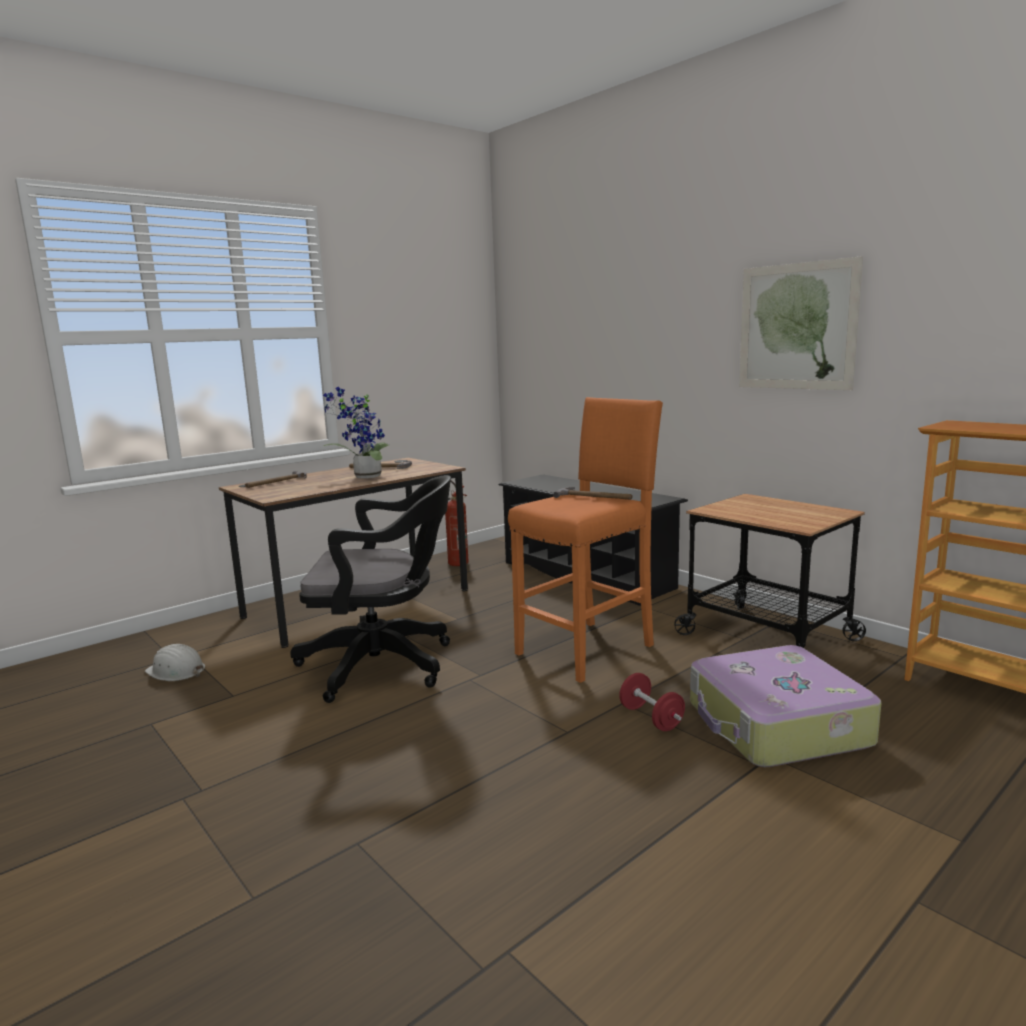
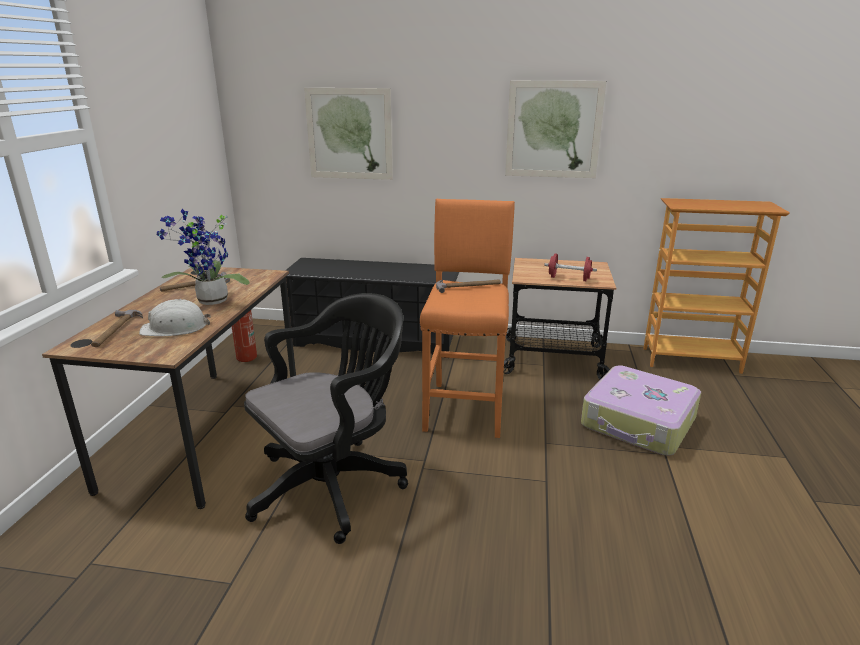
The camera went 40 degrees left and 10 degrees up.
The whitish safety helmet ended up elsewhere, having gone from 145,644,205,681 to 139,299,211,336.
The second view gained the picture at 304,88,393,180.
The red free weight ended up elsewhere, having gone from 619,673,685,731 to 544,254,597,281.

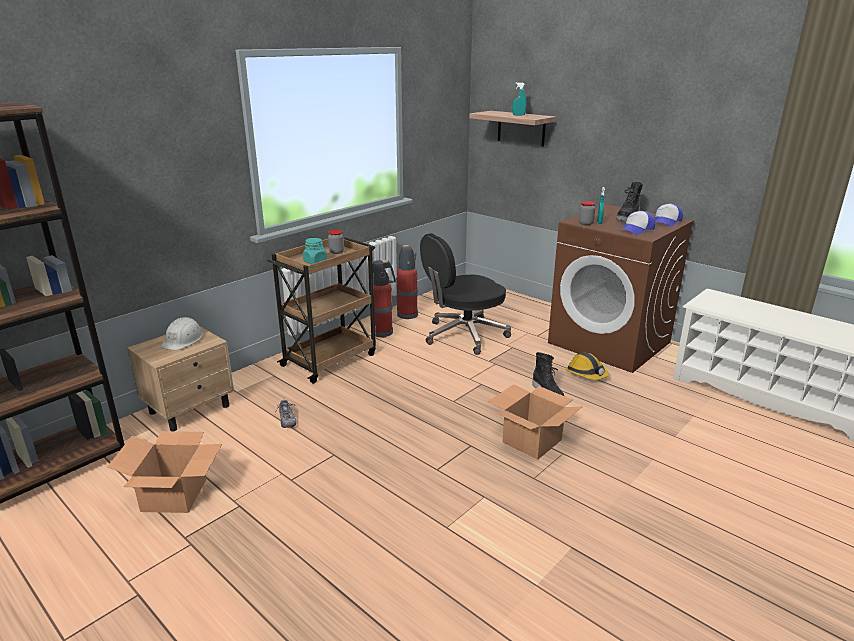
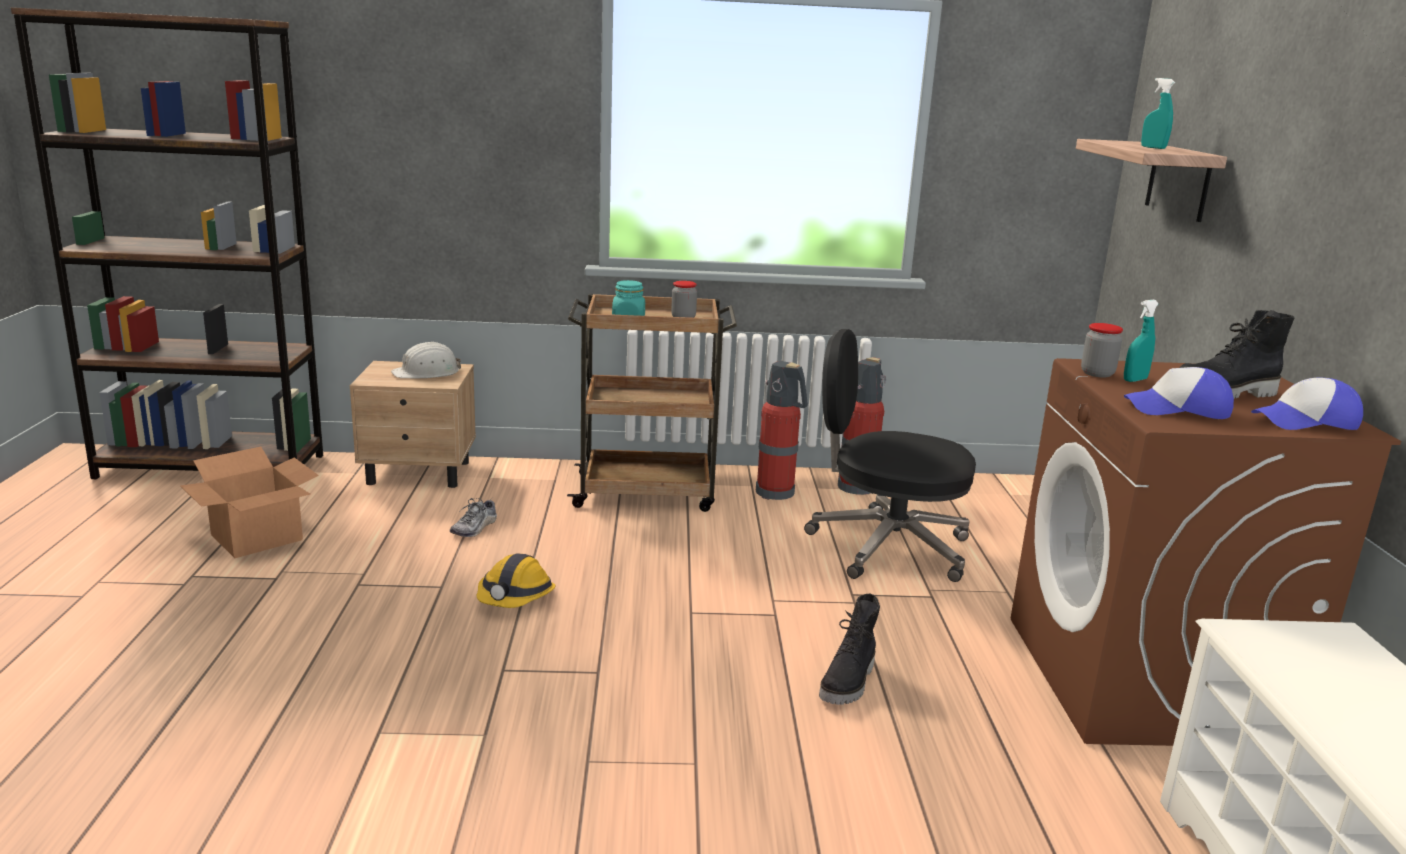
The camera went 45 degrees right and 5 degrees down.
The safety helmet ended up elsewhere, having gone from 566,353,609,380 to 476,553,556,608.
The second view lost the packing box at 489,384,583,460.

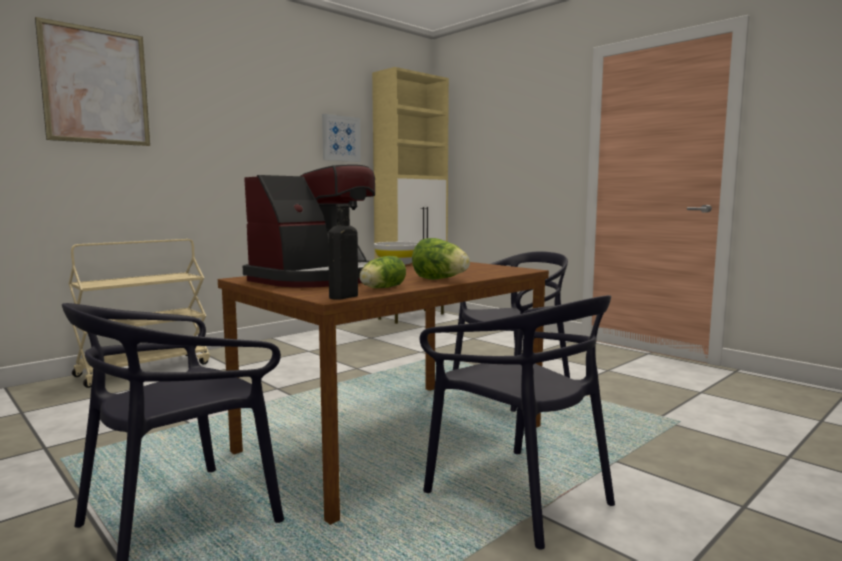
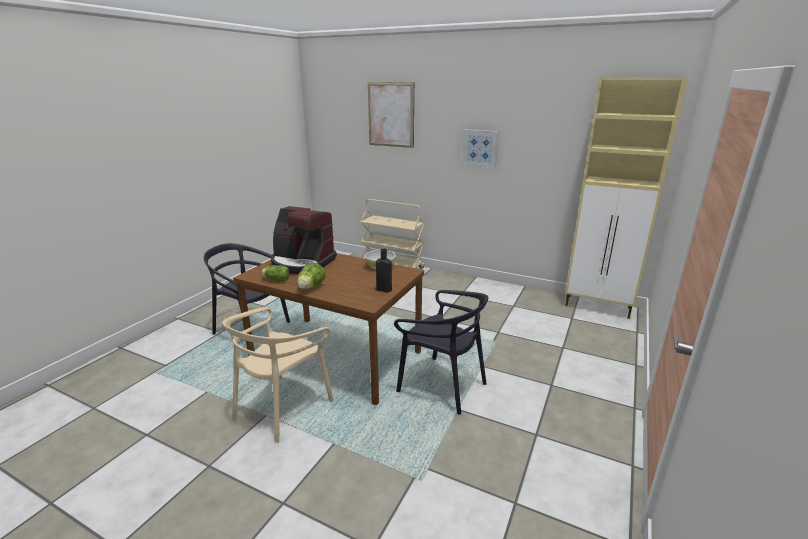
The camera went 70 degrees right and 15 degrees up.
What was the blackish upright chair at 420,295,615,550 turned into the beige upright chair at 222,307,334,443.
The blackish bottle ended up elsewhere, having gone from 328,205,358,299 to 376,249,392,292.
The picture ended up elsewhere, having gone from 322,114,361,162 to 462,130,499,168.

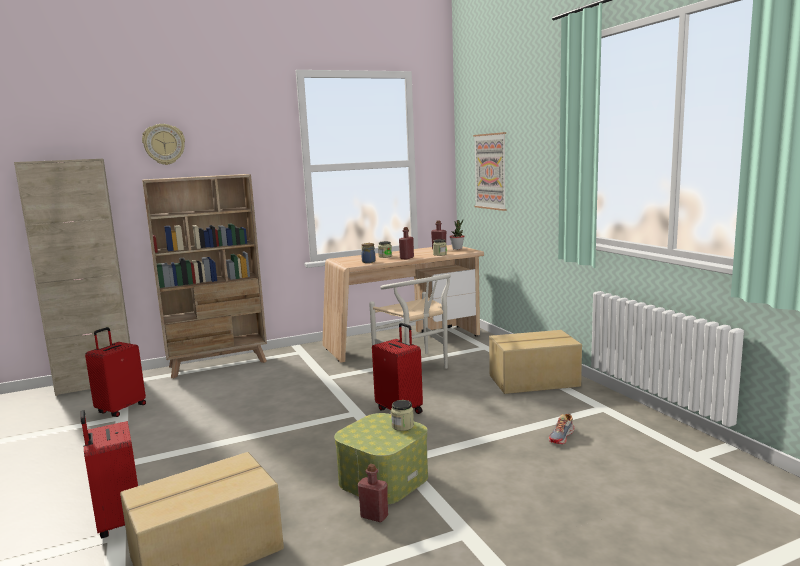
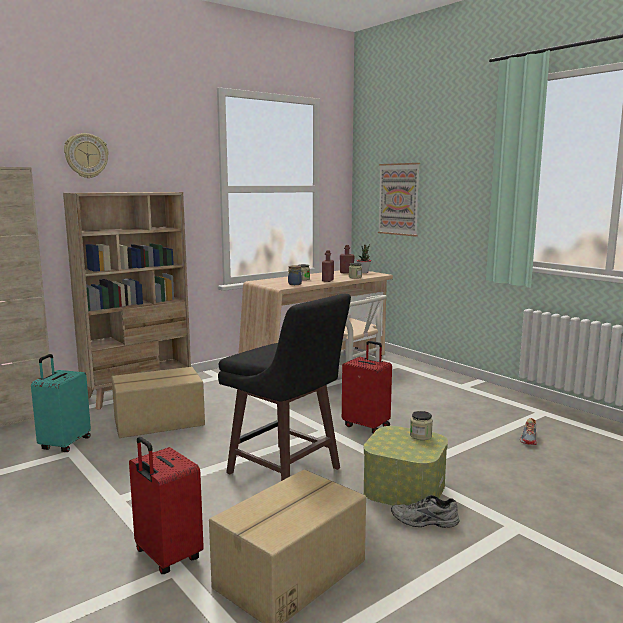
The camera went 15 degrees left and 0 degrees up.
What was the red travel case at 85,327,146,417 turned into the turquoise-coloured travel case at 31,354,91,452.
The packing box ended up elsewhere, having gone from 489,330,582,394 to 112,367,205,438.
The second view gained the blackish sitting stool at 218,294,351,481.
Where the red bottle stood at 358,464,388,522, the gray item of footwear came to stand at 391,495,460,528.

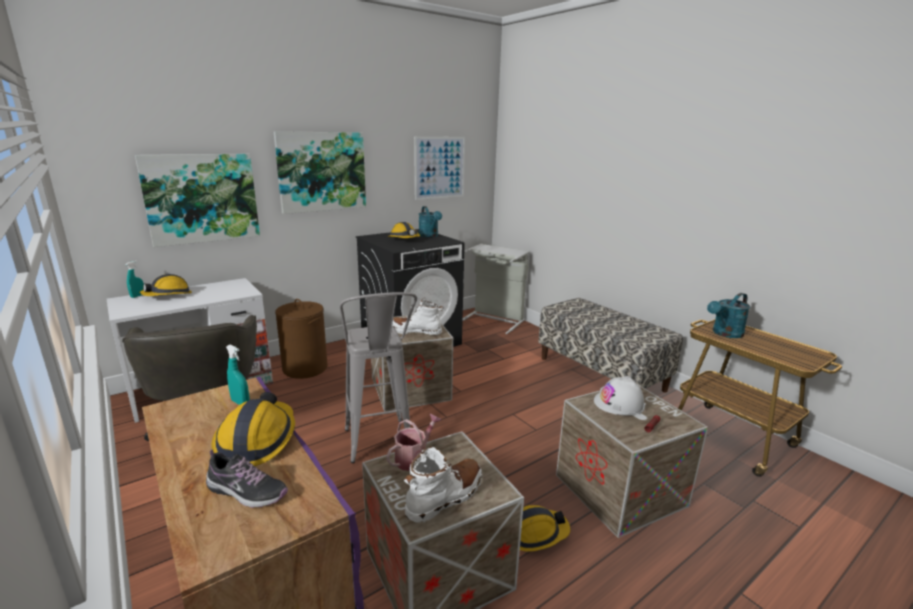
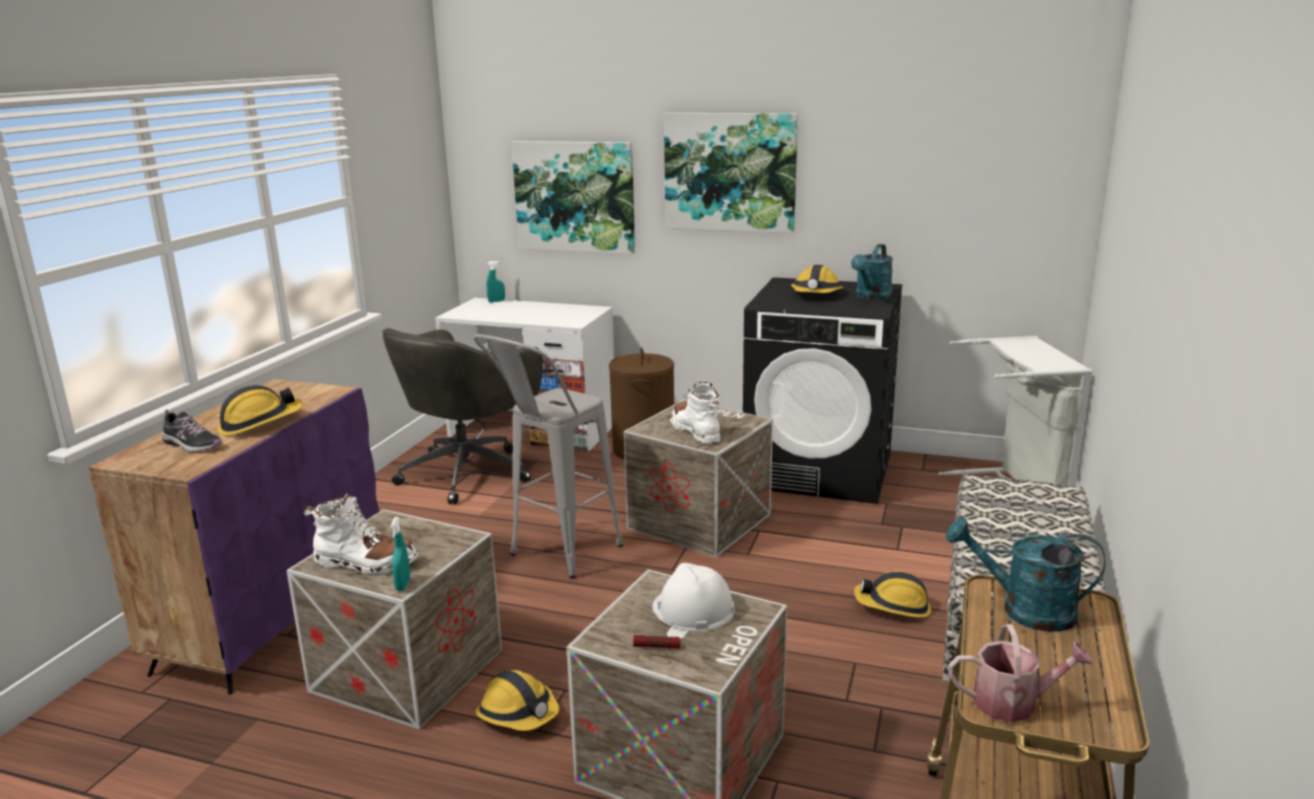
The camera went 55 degrees right and 0 degrees up.
The item of footwear at 206,449,288,508 ended up facing another way, 45 degrees counterclockwise from before.
The turquoise-coloured hand sprayer ended up elsewhere, having gone from 226,345,250,405 to 390,517,410,591.
The safety helmet ended up elsewhere, having gone from 139,274,192,296 to 854,571,931,618.
The watering can ended up elsewhere, having gone from 386,413,441,471 to 948,624,1093,722.
The second view lost the picture at 414,137,465,200.

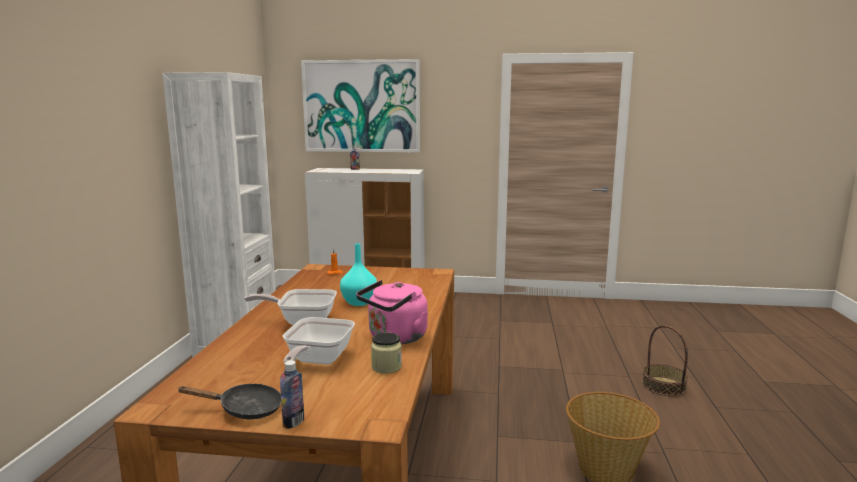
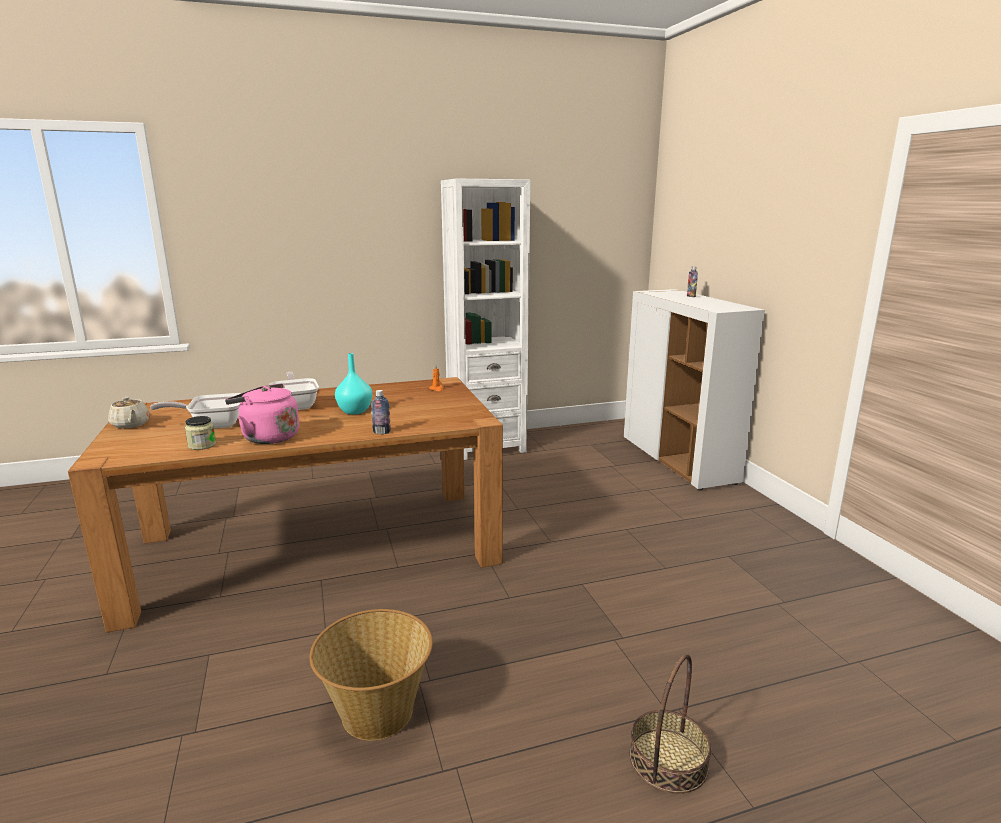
The camera went 65 degrees right and 5 degrees up.
Where the blackish skillet stood at 177,384,281,419, the beige teapot came to stand at 108,397,150,429.
The bottle ended up elsewhere, having gone from 280,360,304,429 to 371,390,391,434.
The second view lost the picture at 301,59,420,152.

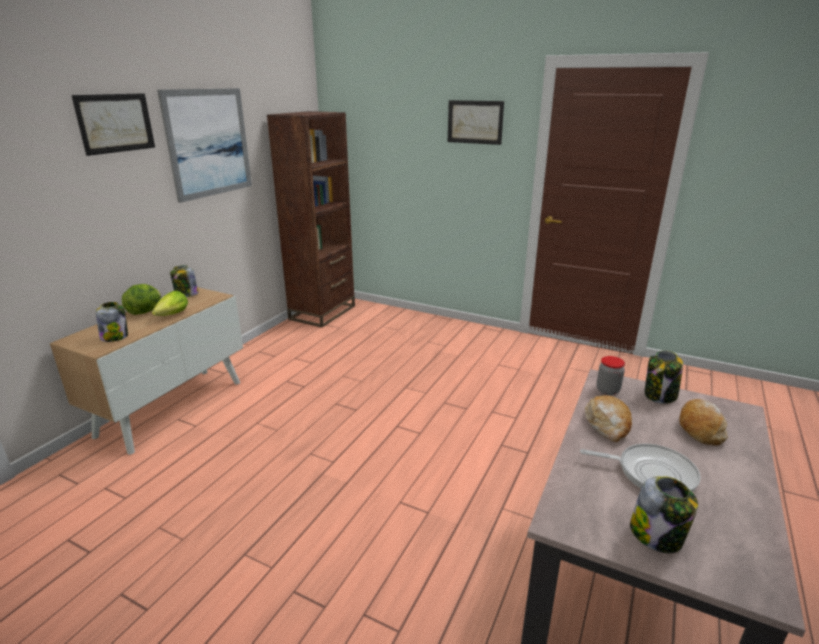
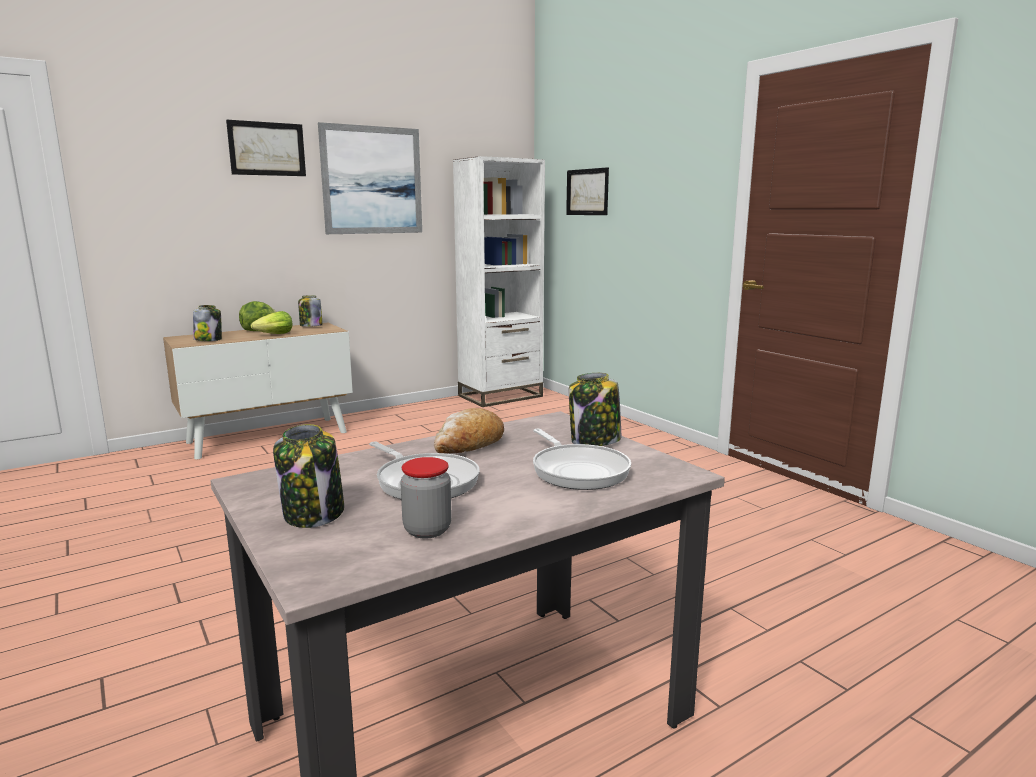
The camera went 30 degrees right and 10 degrees down.
The jar ended up elsewhere, having gone from 596,356,625,395 to 401,457,452,539.
What was the brownish shelving unit at 267,111,355,327 turned into the whitish shelving unit at 453,156,545,407.
Where the baked bread stood at 679,399,728,446, the skillet came to stand at 533,429,631,490.
The picture ended up elsewhere, having gone from 448,100,504,145 to 566,167,609,215.

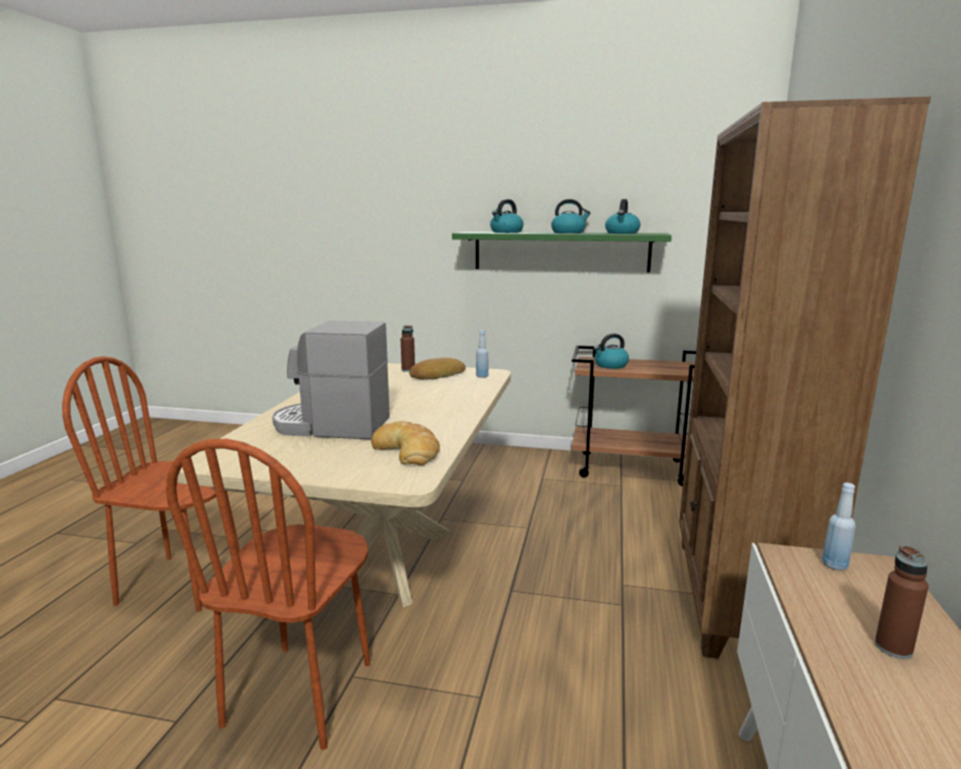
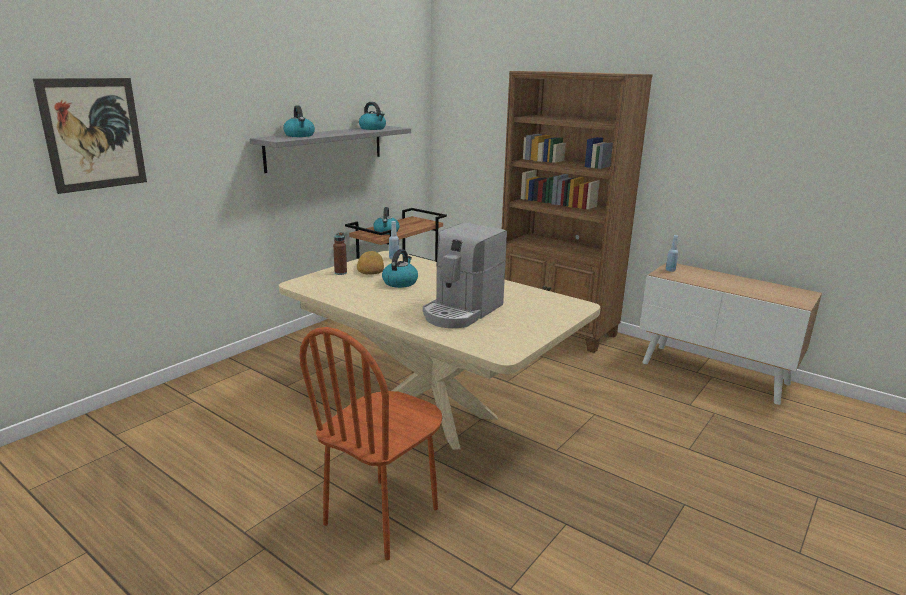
The camera went 65 degrees left and 5 degrees up.
The second view gained the picture at 33,78,147,194.
What was the green-coloured shelf at 452,232,672,273 turned into the gray shelf at 250,126,411,173.
The tea kettle ended up elsewhere, having gone from 551,199,591,233 to 382,249,418,288.
The second view lost the brownish upright chair at 166,439,371,750.
The second view lost the baked bread at 371,421,440,466.
The second view lost the brownish bottle at 875,545,929,659.

